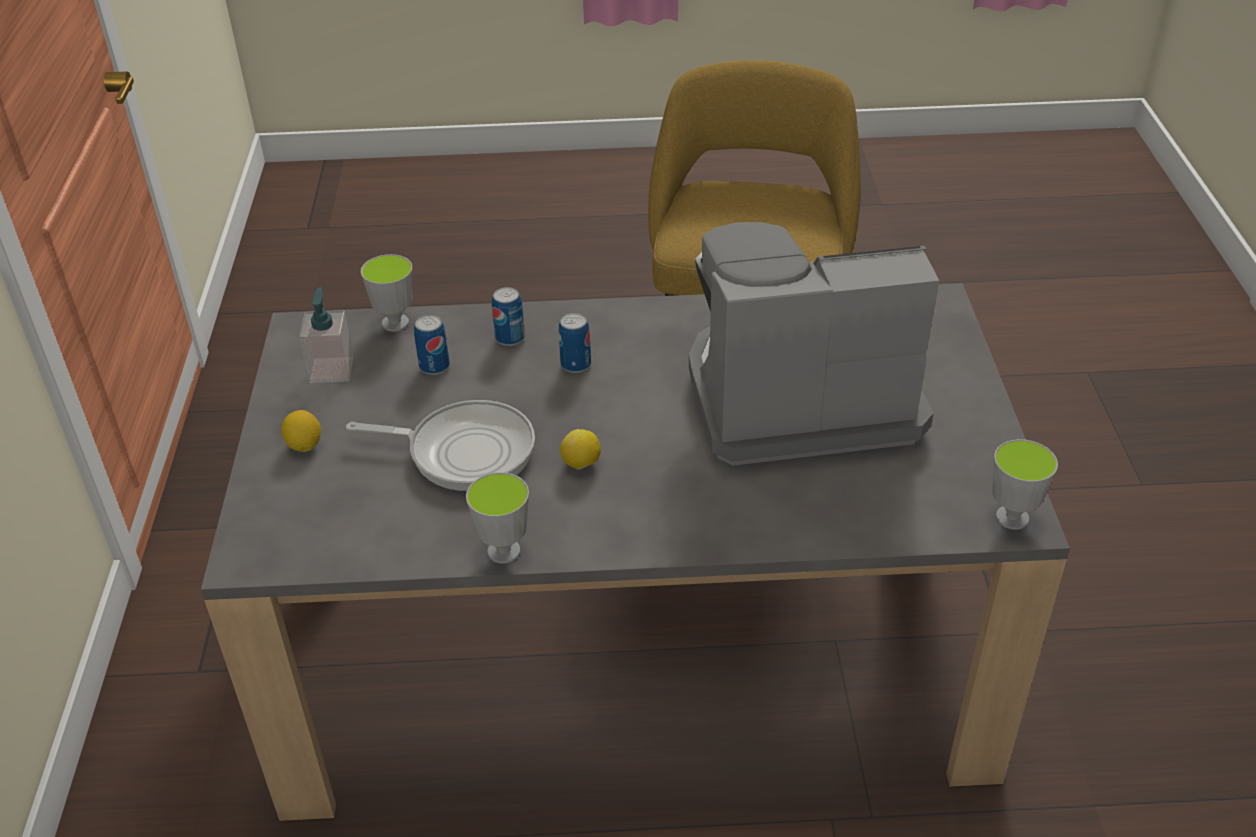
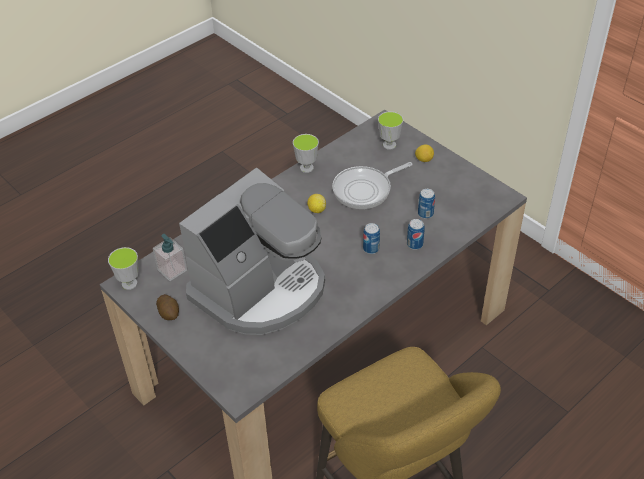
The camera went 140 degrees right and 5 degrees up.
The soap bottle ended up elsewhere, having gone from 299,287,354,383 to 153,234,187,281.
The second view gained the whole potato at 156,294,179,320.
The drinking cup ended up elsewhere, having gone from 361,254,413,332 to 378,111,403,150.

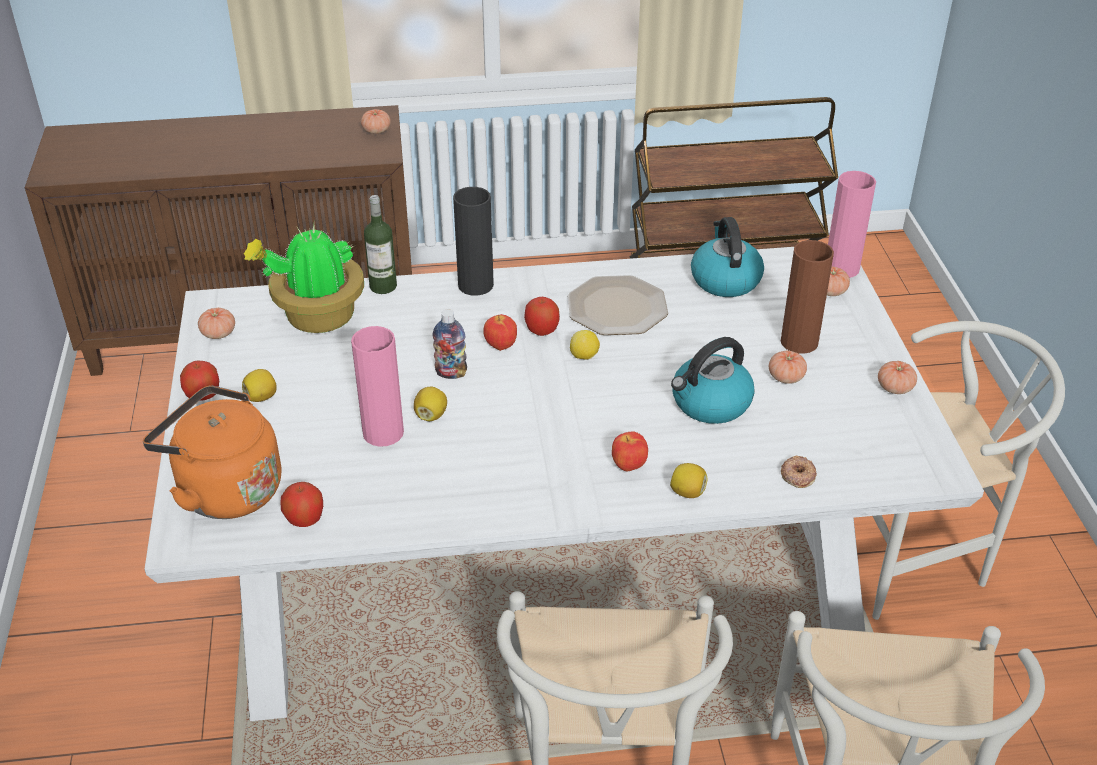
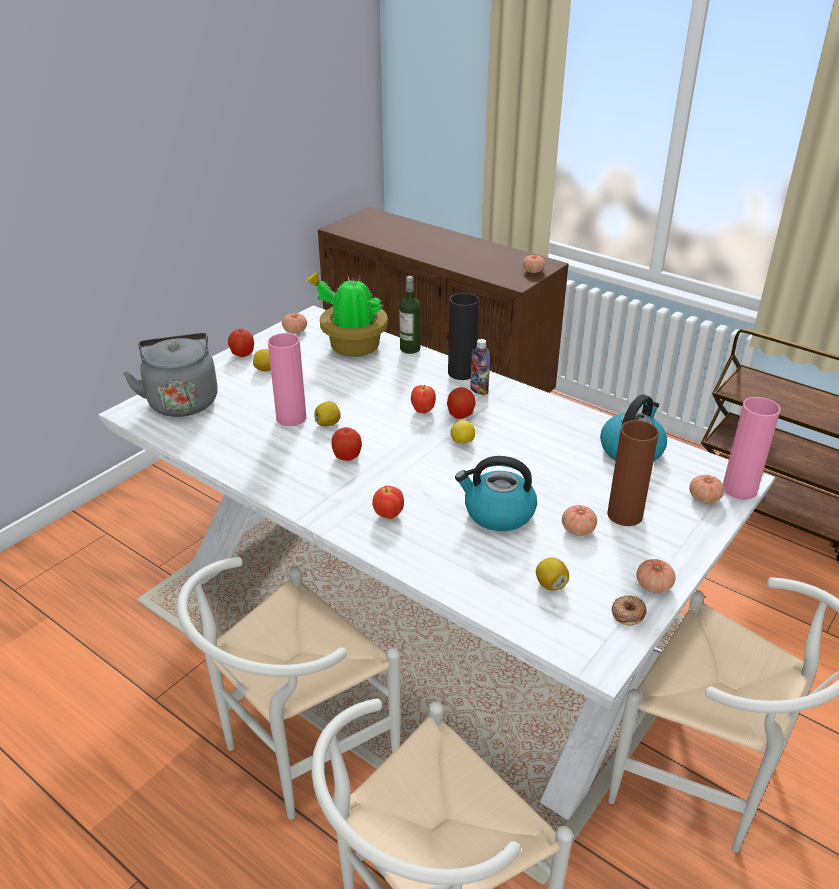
The camera went 45 degrees right and 5 degrees down.
What was the orangey tea kettle at 143,385,282,519 turned into the gray tea kettle at 123,333,218,417.
The whole apple ended up elsewhere, having gone from 281,482,323,527 to 332,427,362,461.
The bottle ended up elsewhere, having gone from 432,309,467,379 to 470,339,490,395.
The citrus fruit ended up elsewhere, having gone from 670,463,707,498 to 536,557,569,591.
The donut ended up elsewhere, having gone from 781,456,817,488 to 612,596,647,625.
The second view lost the plate at 567,275,668,335.

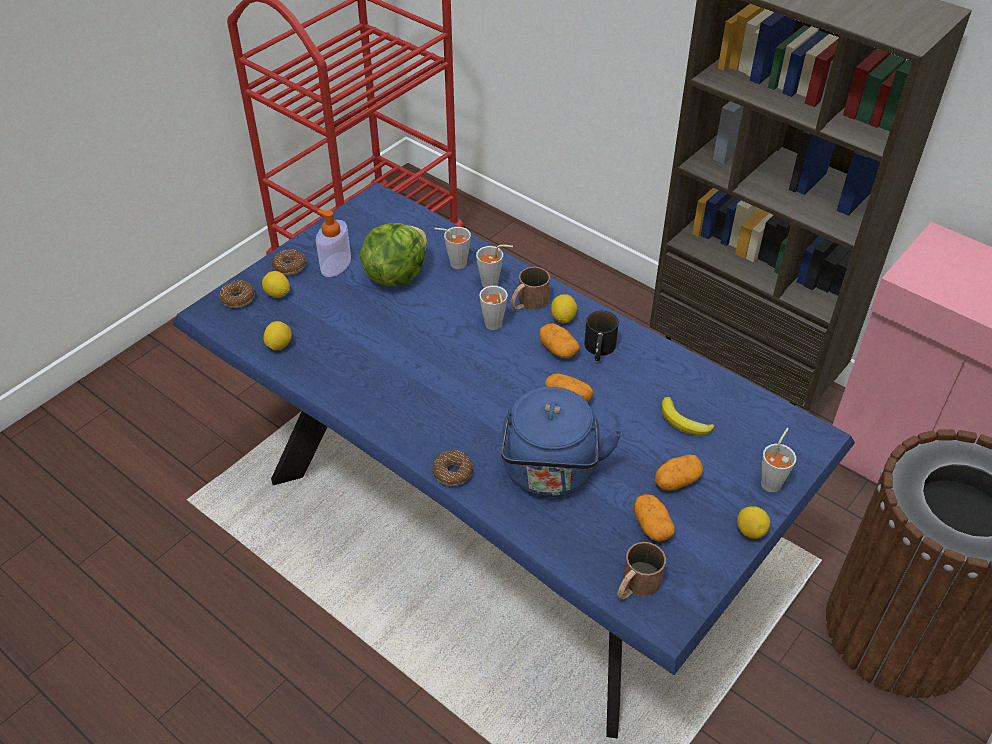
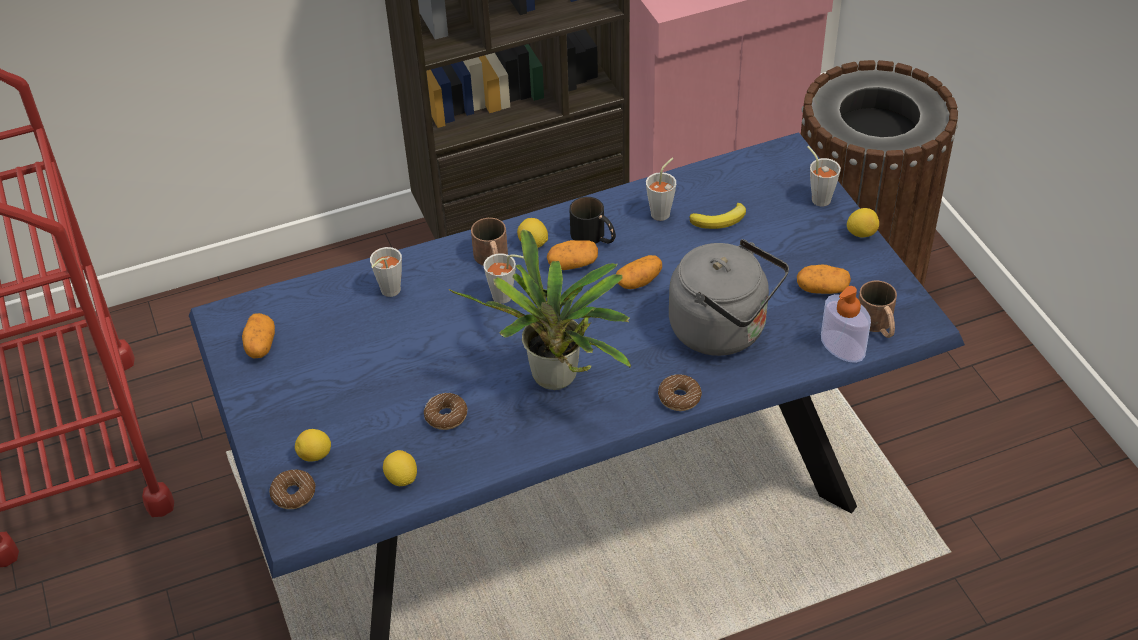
The camera went 60 degrees left and 0 degrees up.
The whole potato ended up elsewhere, having gone from 655,454,703,491 to 242,313,275,358.
The donut ended up elsewhere, having gone from 272,250,306,275 to 424,393,468,430.
The second view gained the houseplant at 449,229,631,390.
The gray drinking cup ended up elsewhere, having gone from 476,245,513,288 to 646,158,676,221.
What was the blue-coloured tea kettle at 501,387,622,497 turned into the gray tea kettle at 669,239,789,356.
The soap bottle ended up elsewhere, having gone from 316,209,351,277 to 821,286,871,363.
The second view lost the head of lettuce at 360,223,427,287.

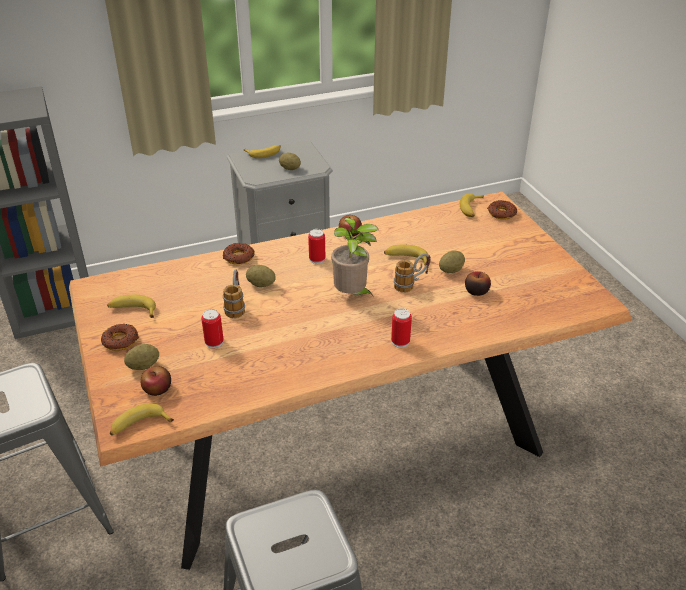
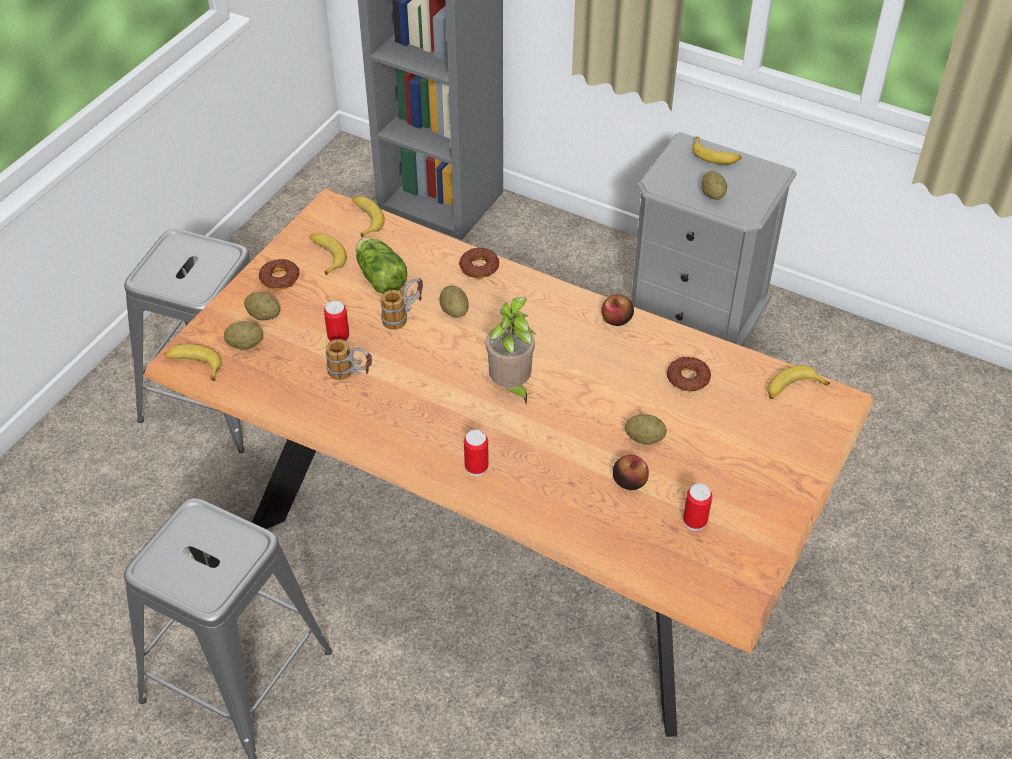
The camera went 50 degrees right and 10 degrees up.
Where the whole apple stood at 141,366,171,396, the whole potato came to stand at 224,321,263,350.
The coffee mug ended up elsewhere, having gone from 394,253,431,293 to 325,339,372,380.
The banana fruit ended up elsewhere, having gone from 384,245,428,265 to 352,196,385,237.
The second view gained the head of lettuce at 356,237,407,294.
The donut ended up elsewhere, having gone from 488,200,517,220 to 667,357,711,392.
The metal can ended up elsewhere, having gone from 308,229,325,264 to 683,484,712,531.

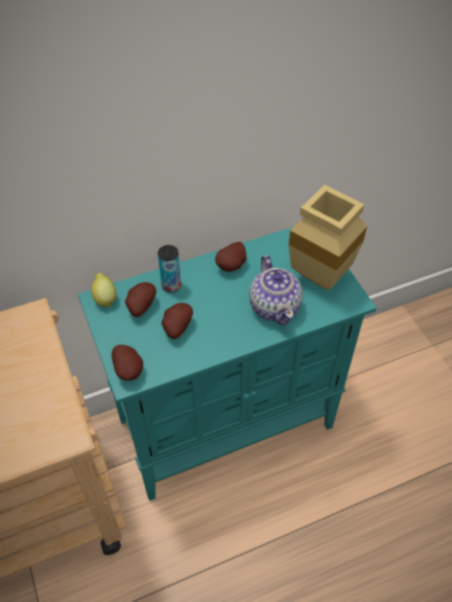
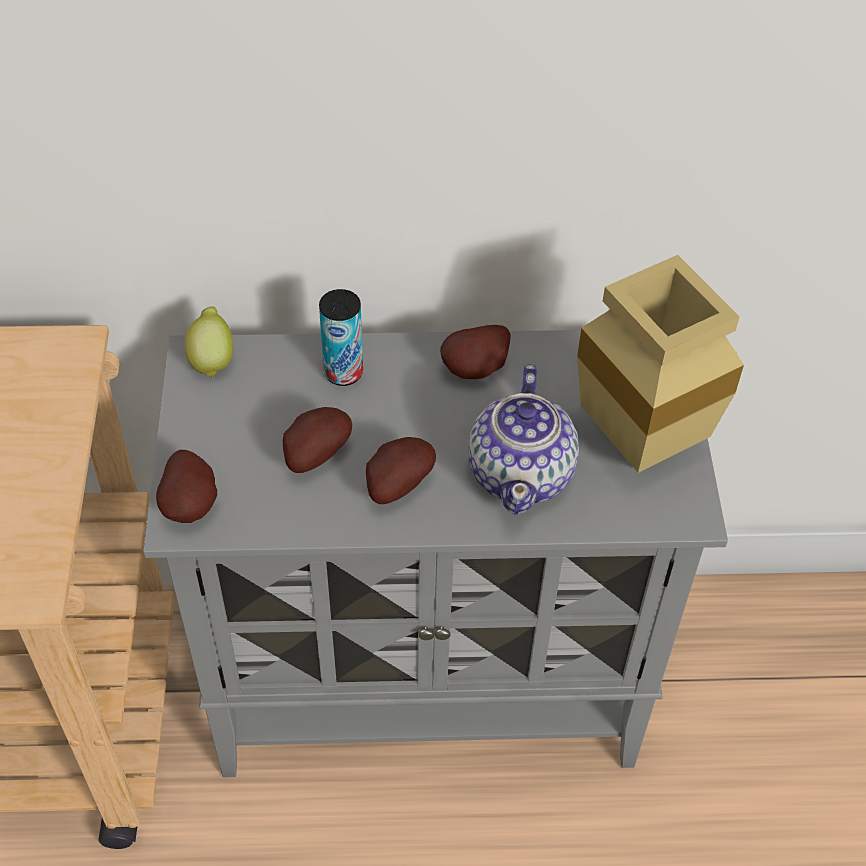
The camera went 20 degrees right and 0 degrees up.
What was the turquoise-coloured cupboard at 78,227,376,501 turned into the gray cupboard at 143,330,728,777.
The whole potato ended up elsewhere, having gone from 125,282,156,317 to 366,437,436,504.

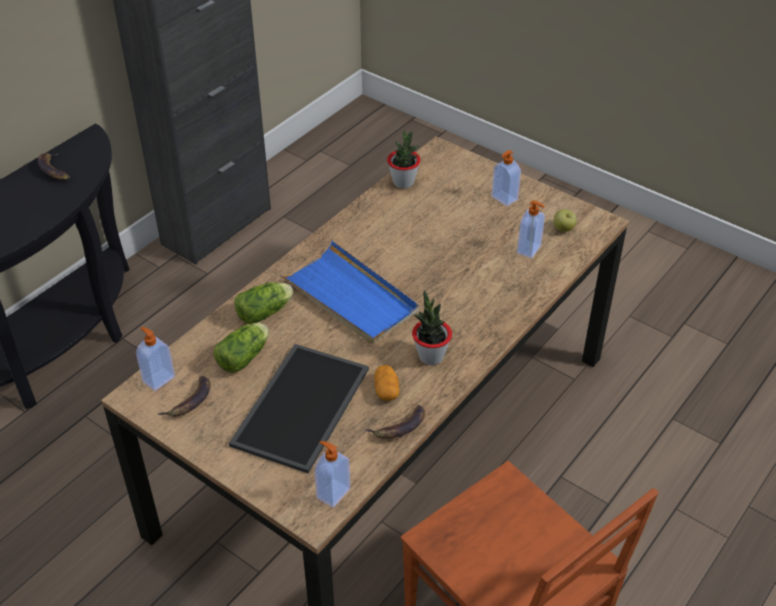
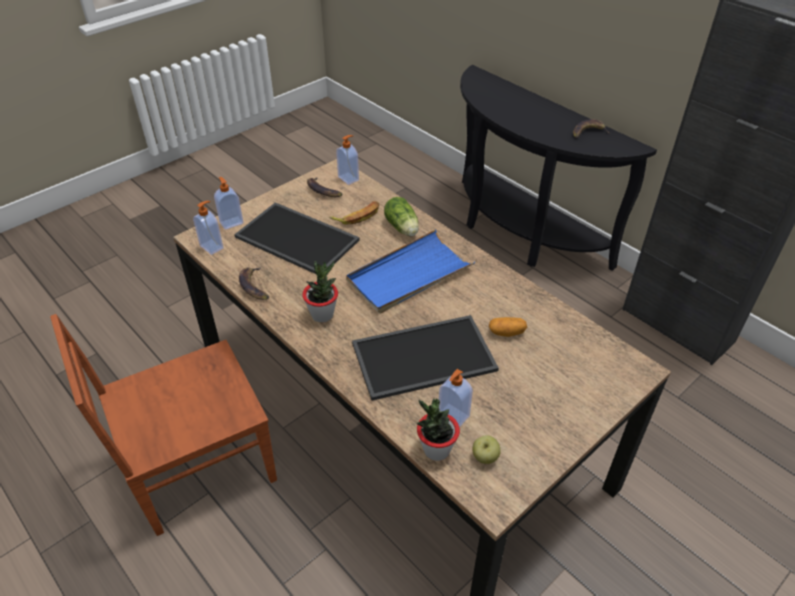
The camera went 100 degrees right and 0 degrees up.
The soap bottle ended up elsewhere, having gone from 492,150,521,206 to 214,177,243,230.
Where the head of lettuce stood at 213,323,269,373, the banana fruit came to stand at 329,201,379,225.
The second view gained the serving tray at 352,315,499,401.
The houseplant ended up elsewhere, having gone from 387,130,421,189 to 417,398,460,461.
The whole potato ended up elsewhere, having gone from 374,365,399,401 to 489,317,527,337.

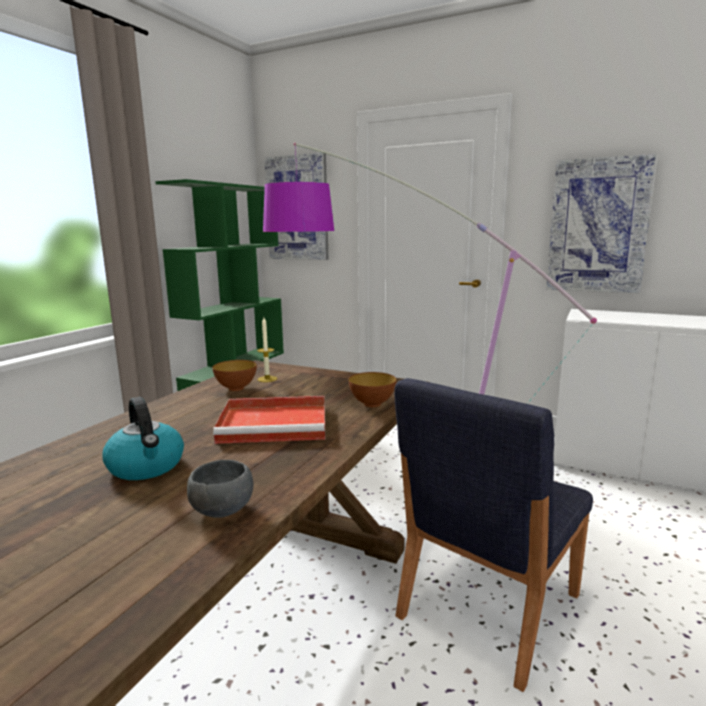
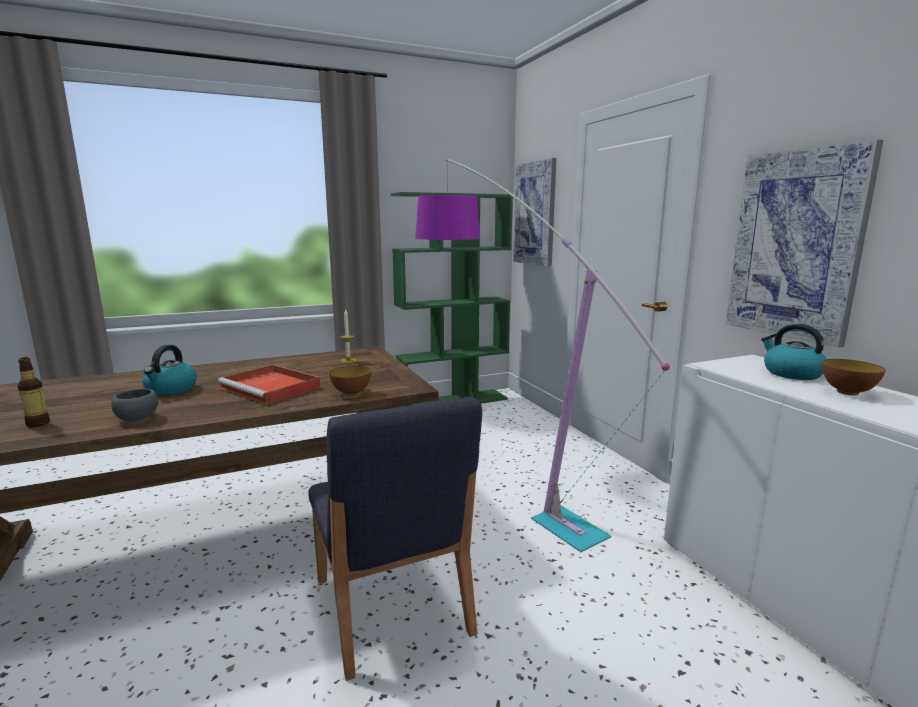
The camera went 40 degrees right and 0 degrees up.
The second view gained the bottle at 17,357,50,427.
The blue-coloured upright chair at 394,378,593,692 ended up facing another way, 105 degrees counterclockwise from before.
The second view gained the tea kettle at 761,324,826,380.
The serving bowl ended up elsewhere, having gone from 212,360,257,391 to 822,359,886,395.

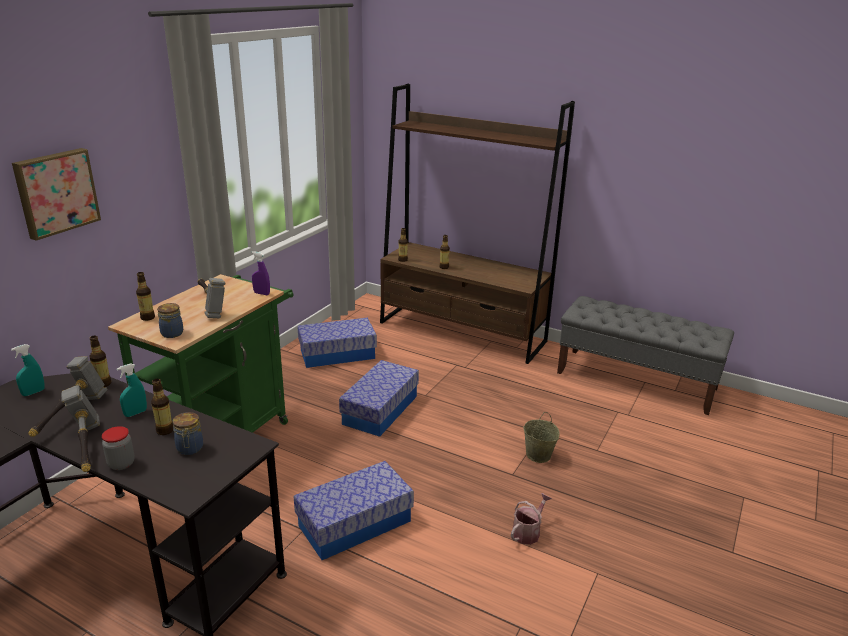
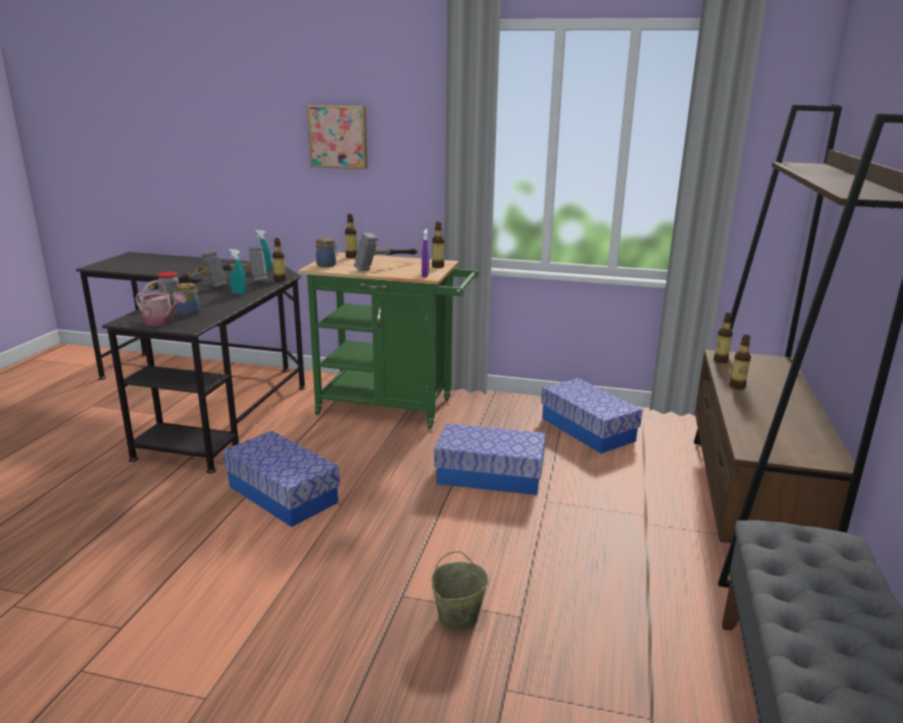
The camera went 75 degrees right and 5 degrees down.
The watering can ended up elsewhere, having gone from 511,493,552,545 to 135,280,186,326.
The bottle ended up elsewhere, having gone from 151,379,173,435 to 432,222,444,268.

